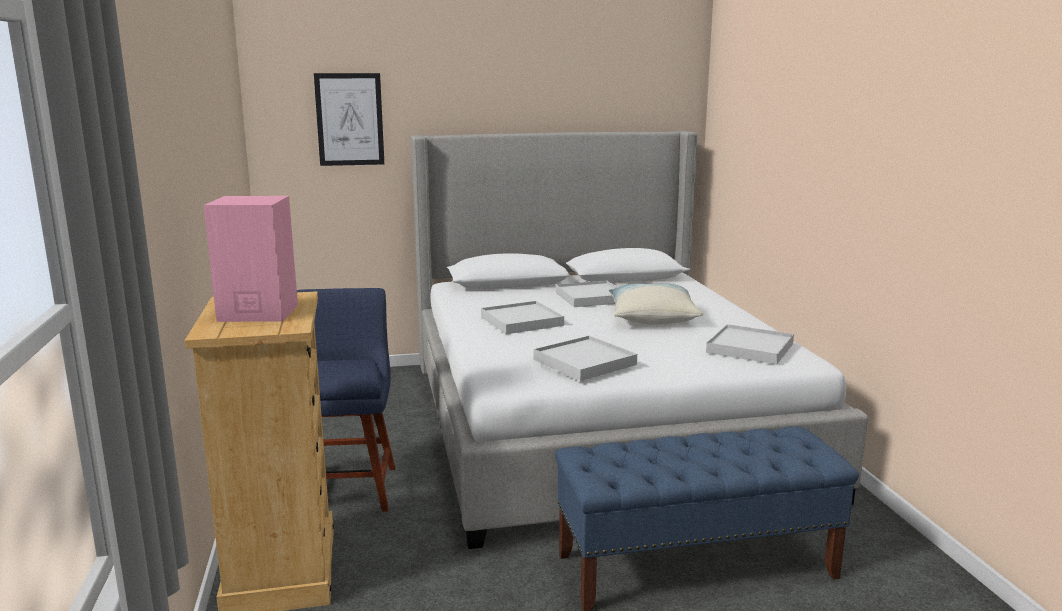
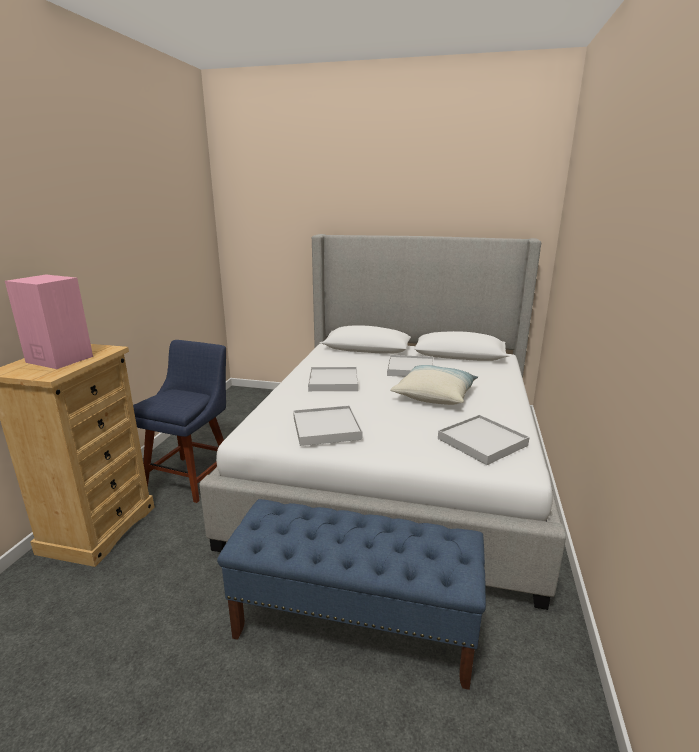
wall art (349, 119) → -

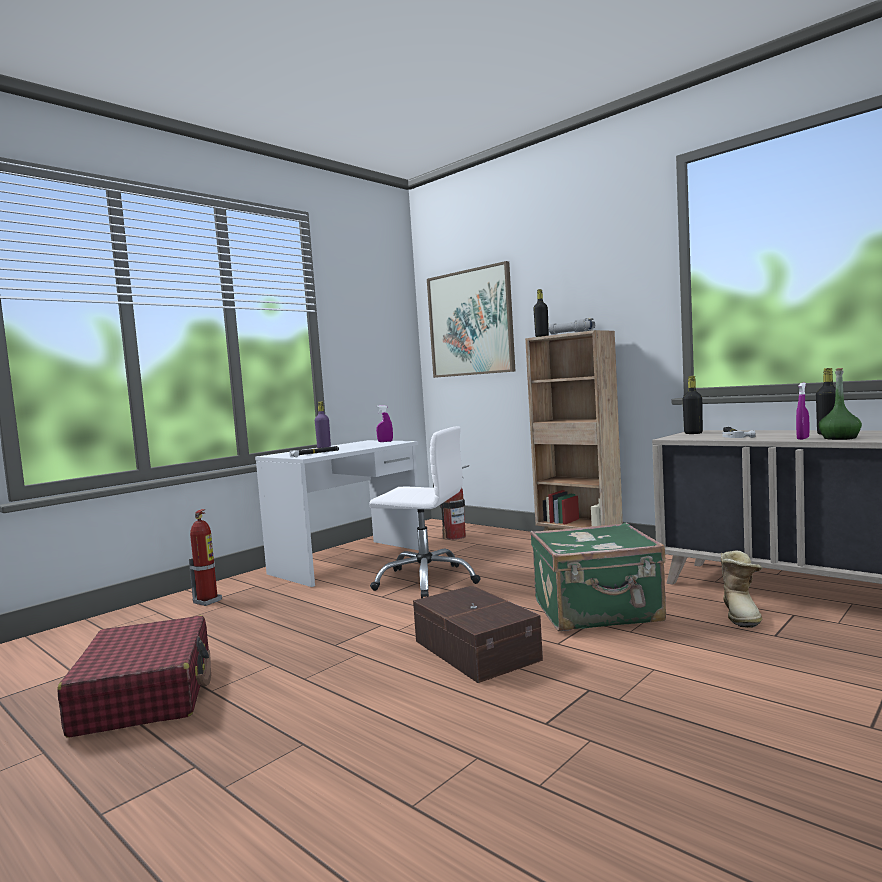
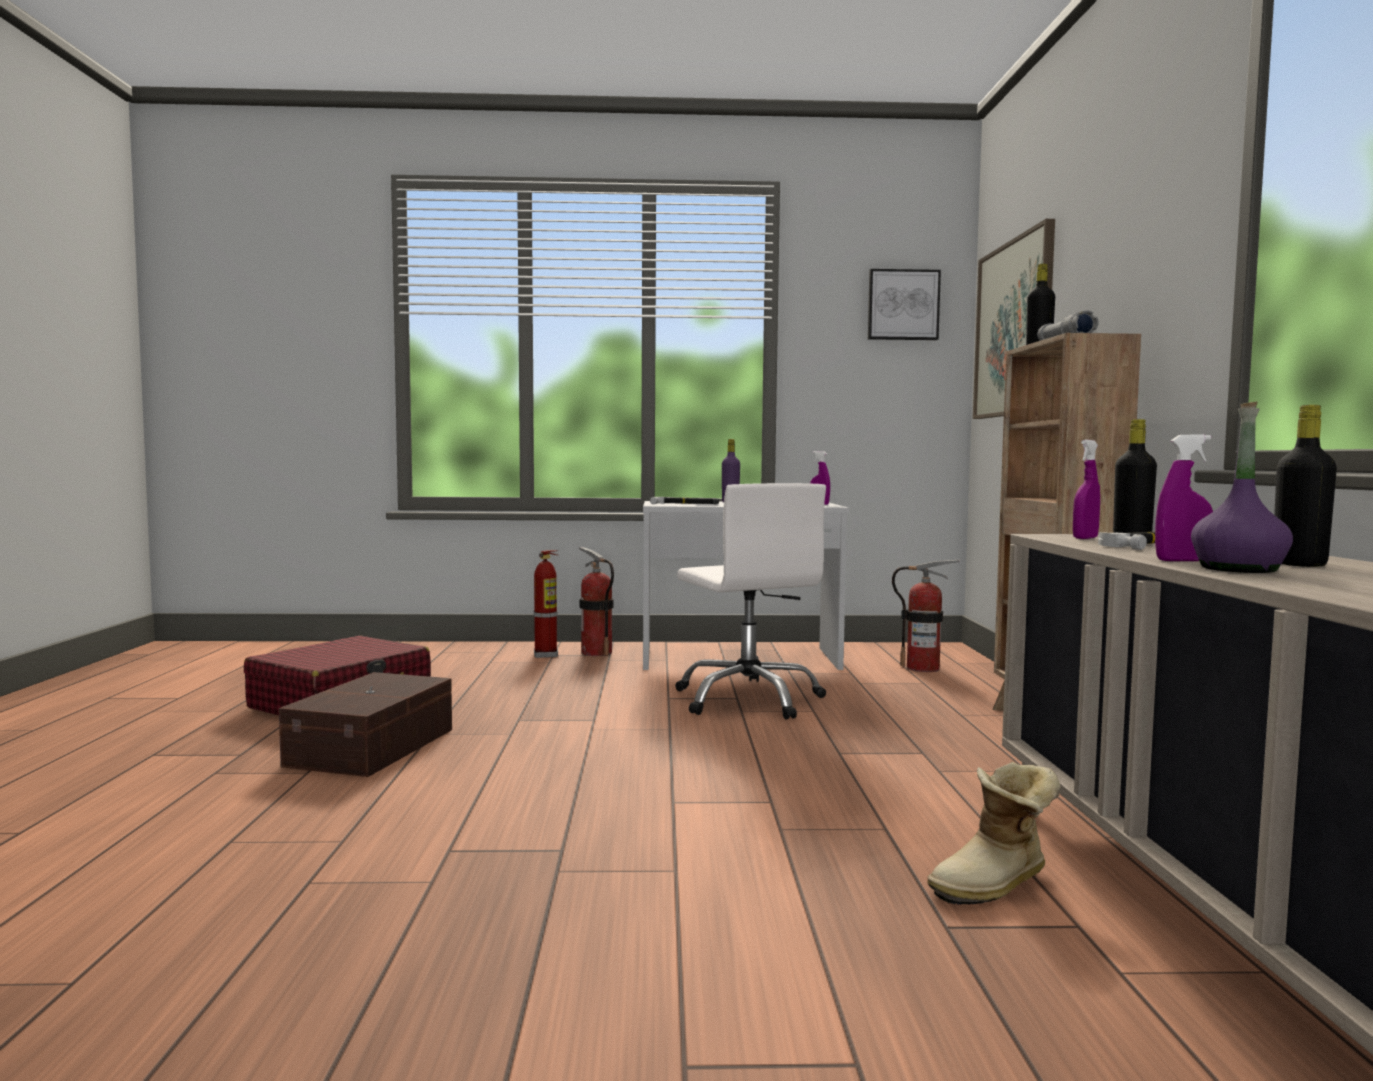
beverage bottle in green (840, 438) → beverage bottle in purple (1238, 569)
suitcase in green (598, 612) → -
storage box in brownish (477, 649) → storage box in brownish (375, 747), moved
- → wall art (903, 305)
- → hand sprayer in purple (1085, 538)
- → extinguisher (596, 652)

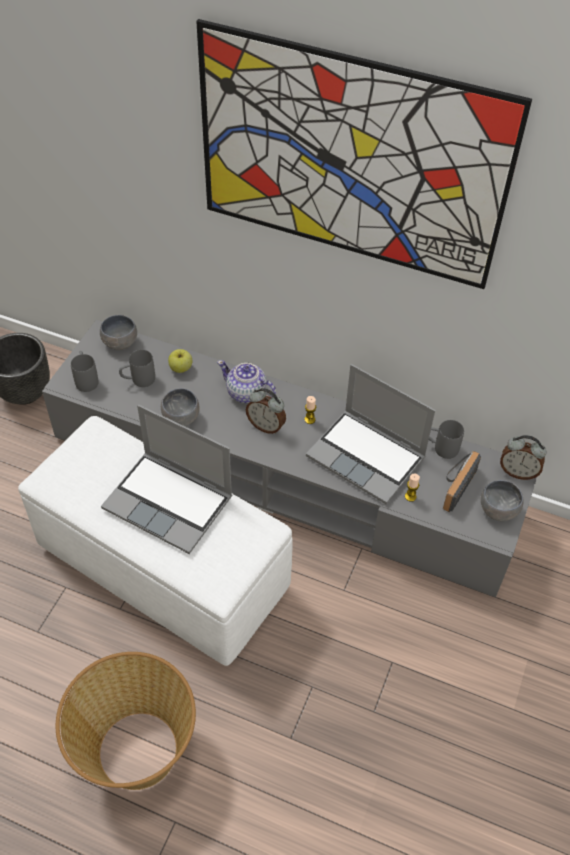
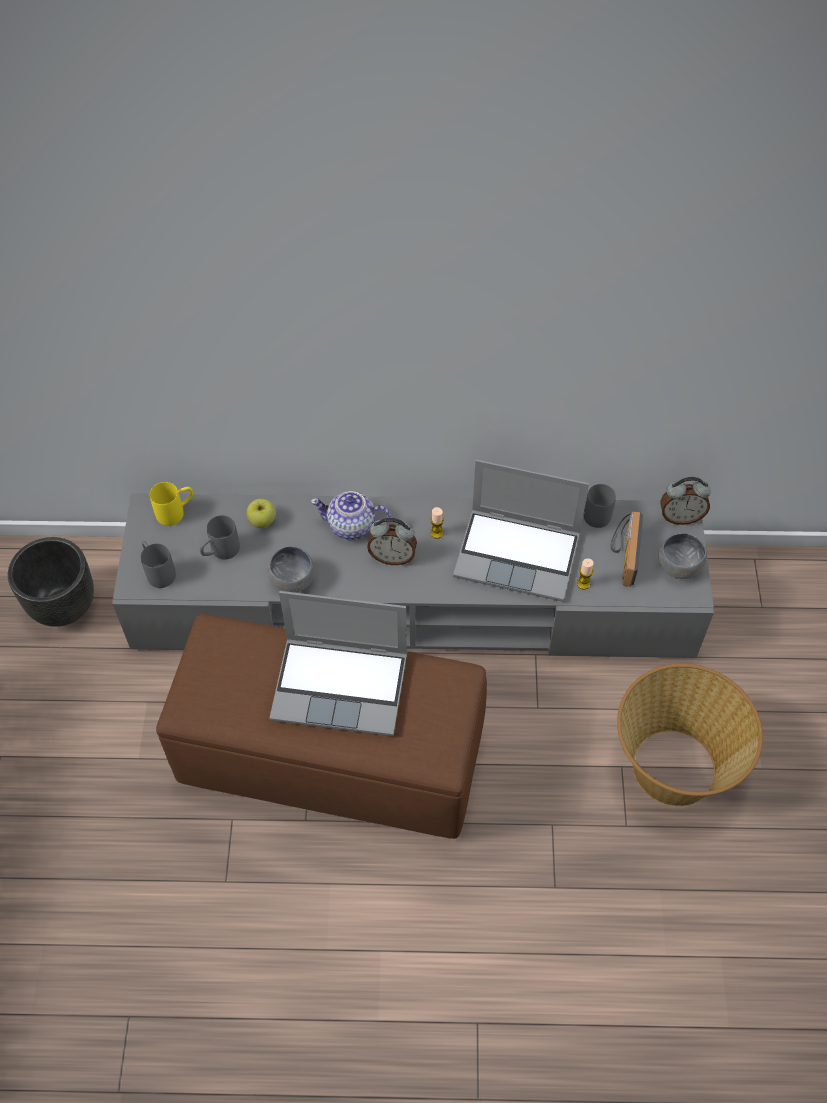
wall art (349, 160) → -
bowl in grey (121, 342) → mug in yellow (176, 512)
ottoman in whitish (164, 569) → ottoman in brownish (334, 757)
basket (136, 750) → basket (672, 768), moved

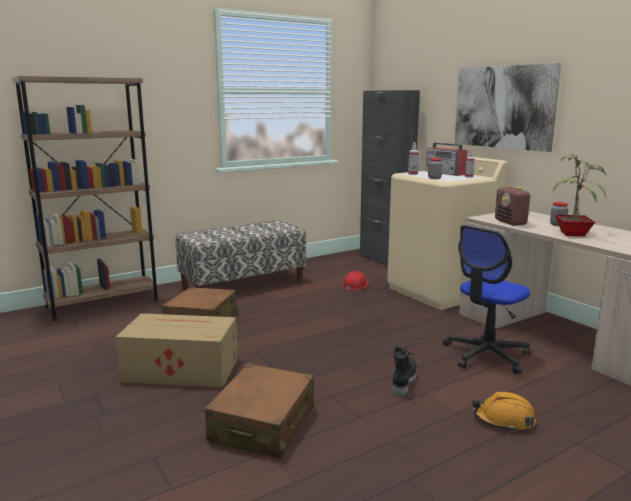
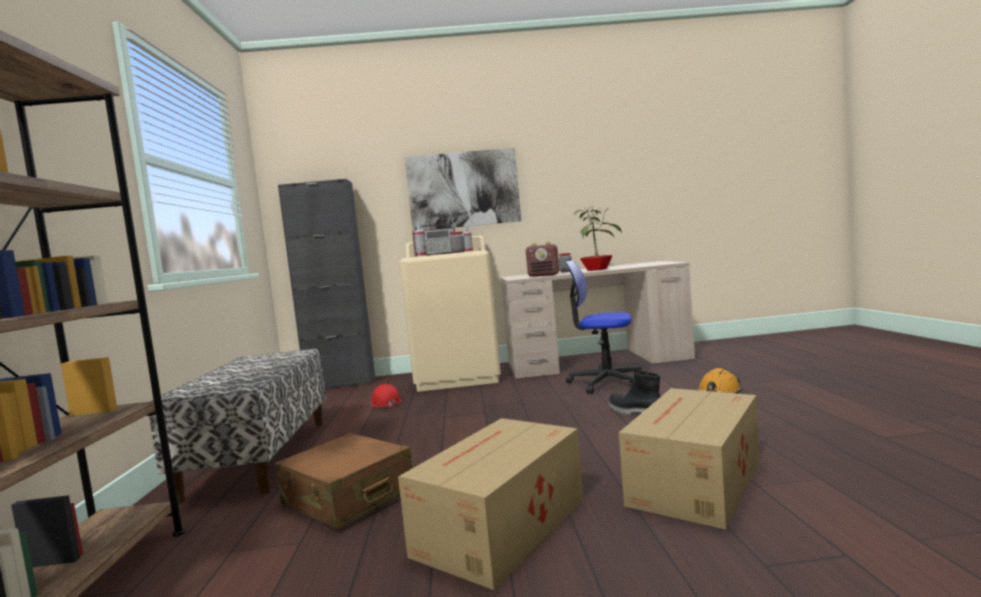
desk chair (486, 355) → desk chair (605, 382), 120 degrees clockwise
suitcase in brownish (263, 424) → packing box (694, 482)

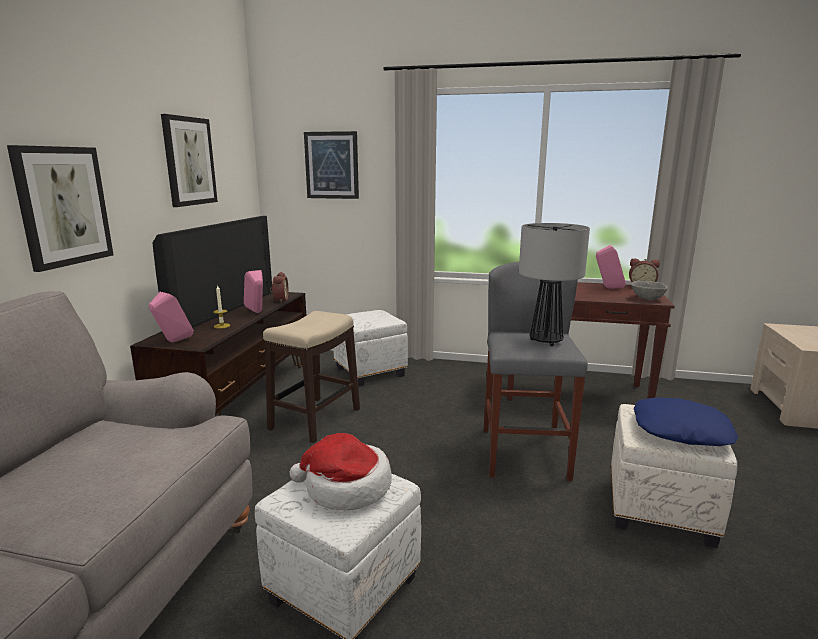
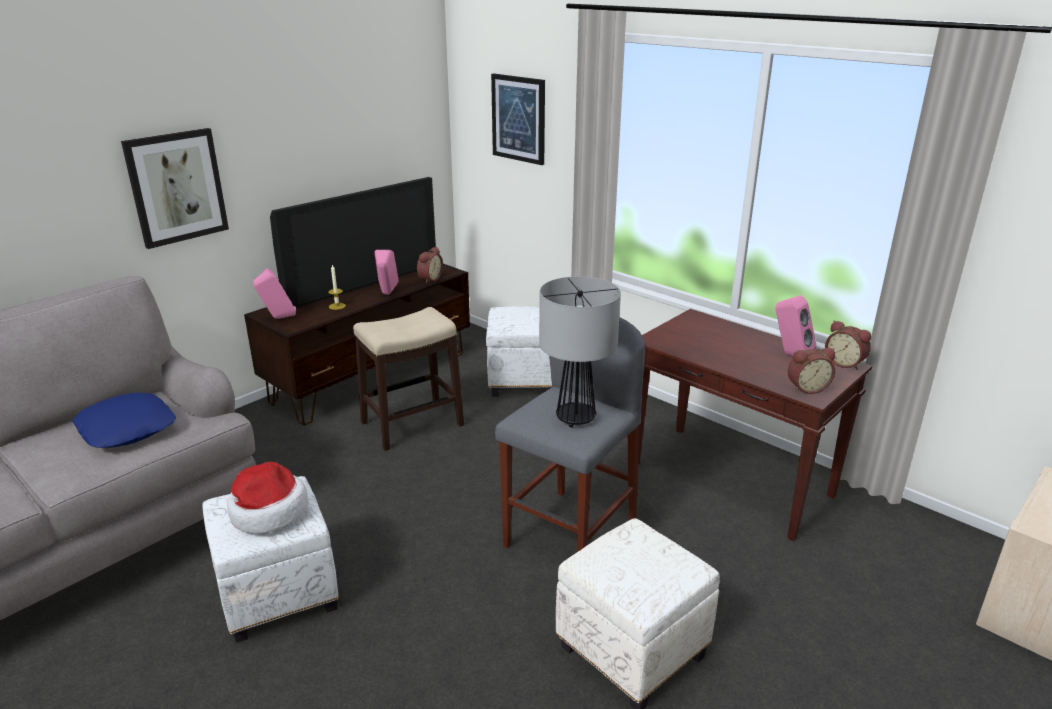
wall art (189, 161) → -
bowl in grey (647, 299) → table clock (806, 388)
pillow in blue-coloured (681, 430) → pillow in blue-coloured (128, 429), moved

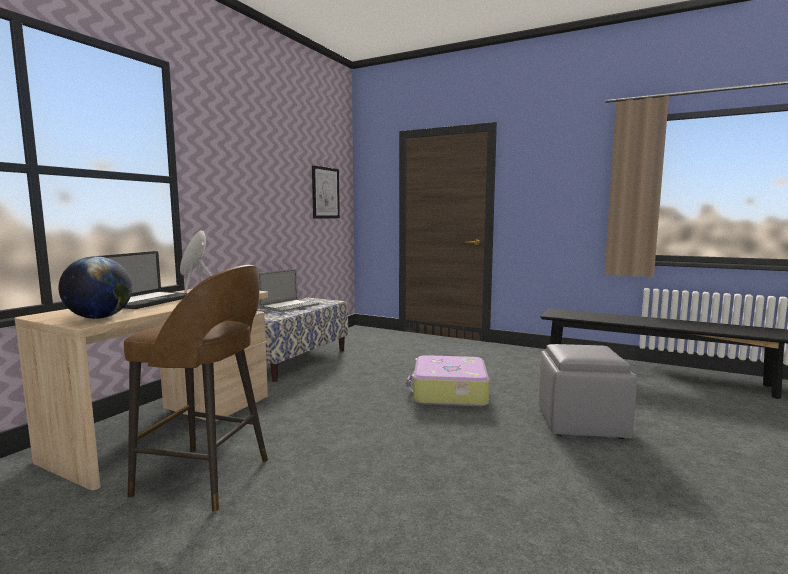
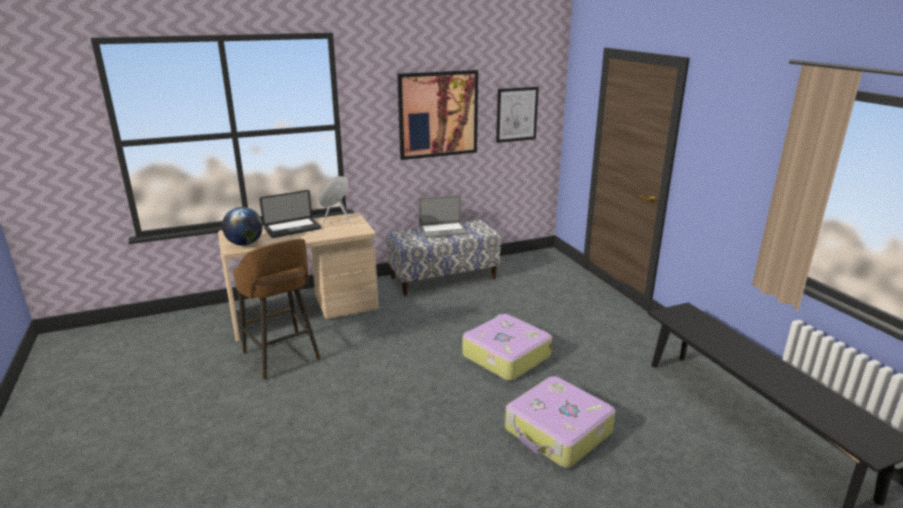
ottoman in grey (581, 422) → suitcase (558, 432)
- → wall art (438, 114)

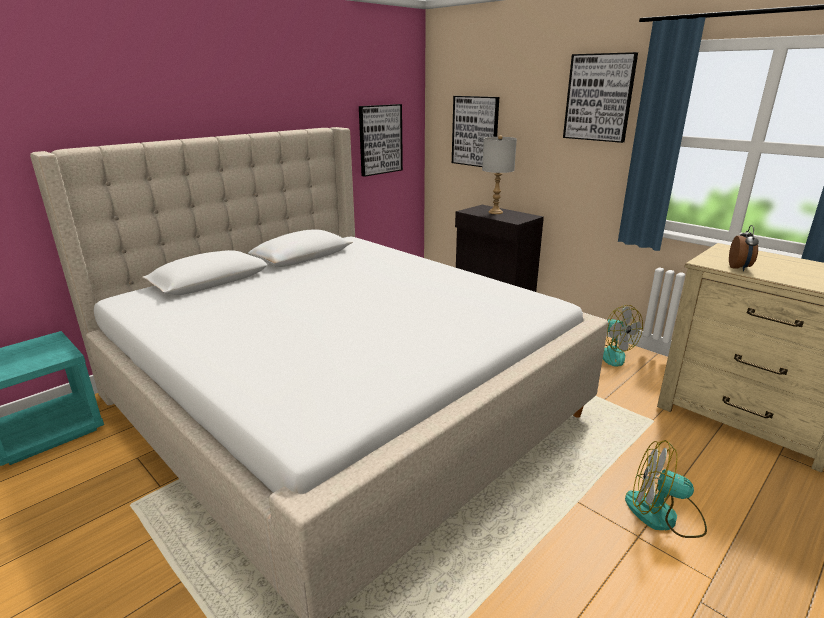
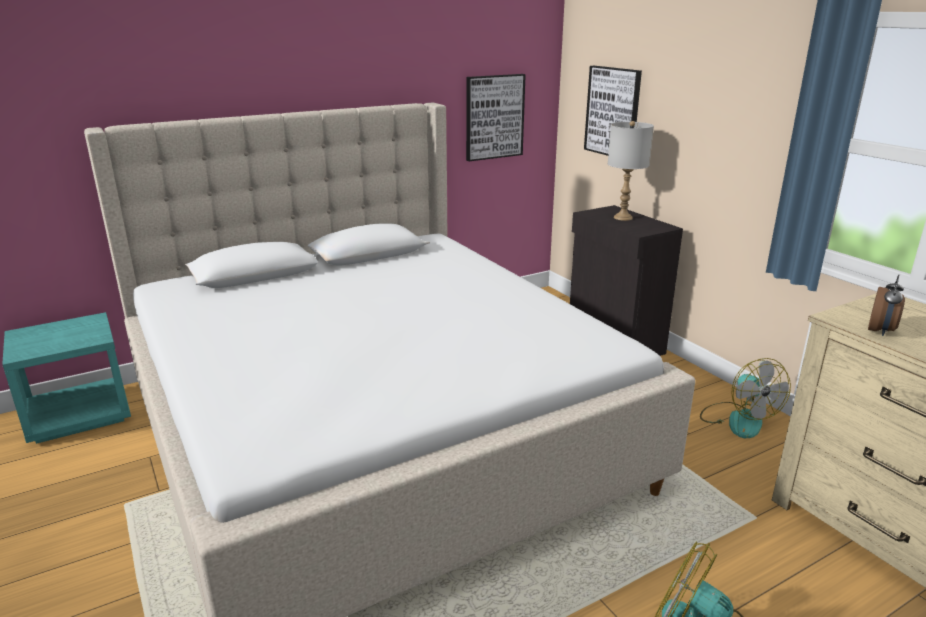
wall art (599, 97) → -

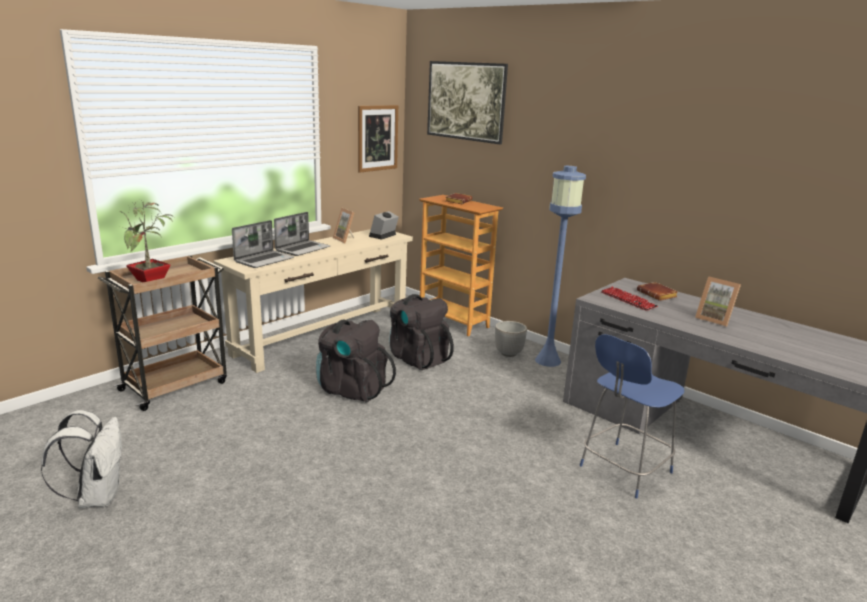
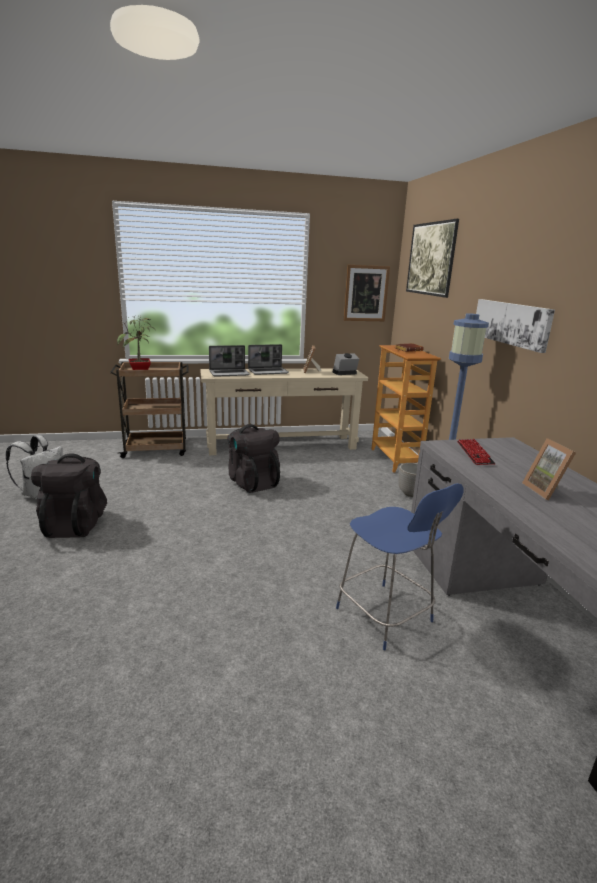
book in brownish (658, 295) → -
knapsack in blackish (417, 358) → knapsack in blackish (75, 524), moved
upright chair in blue-coloured (623, 470) → upright chair in blue-coloured (386, 617), 120 degrees counterclockwise
- → wall art (511, 323)

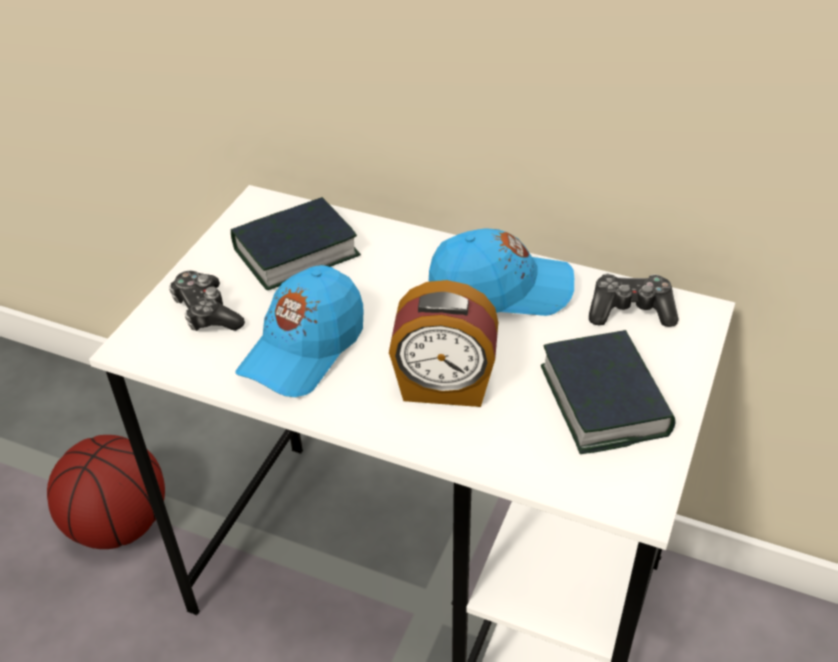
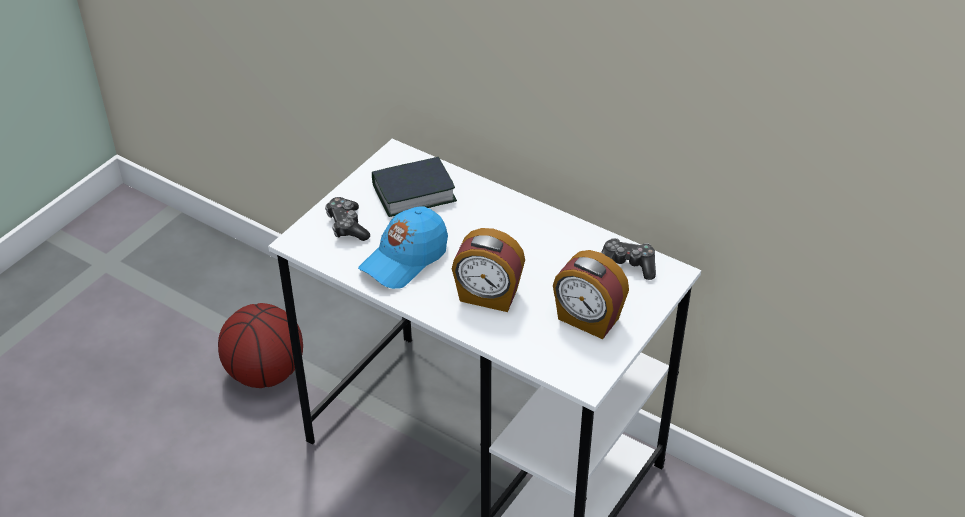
baseball cap in blue-coloured (500, 292) → -
book (604, 400) → table clock (587, 320)

